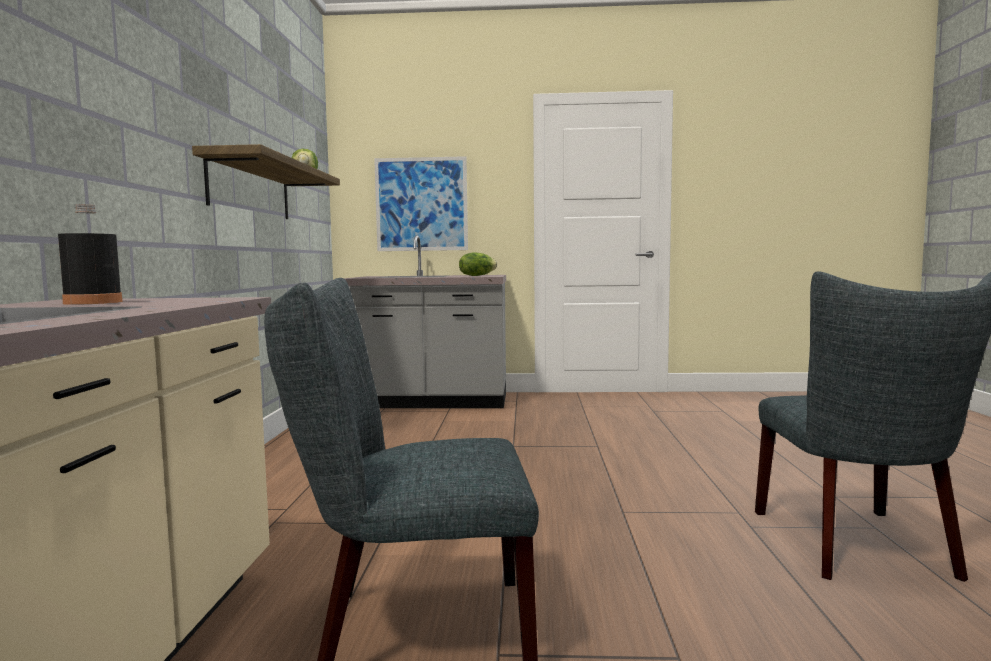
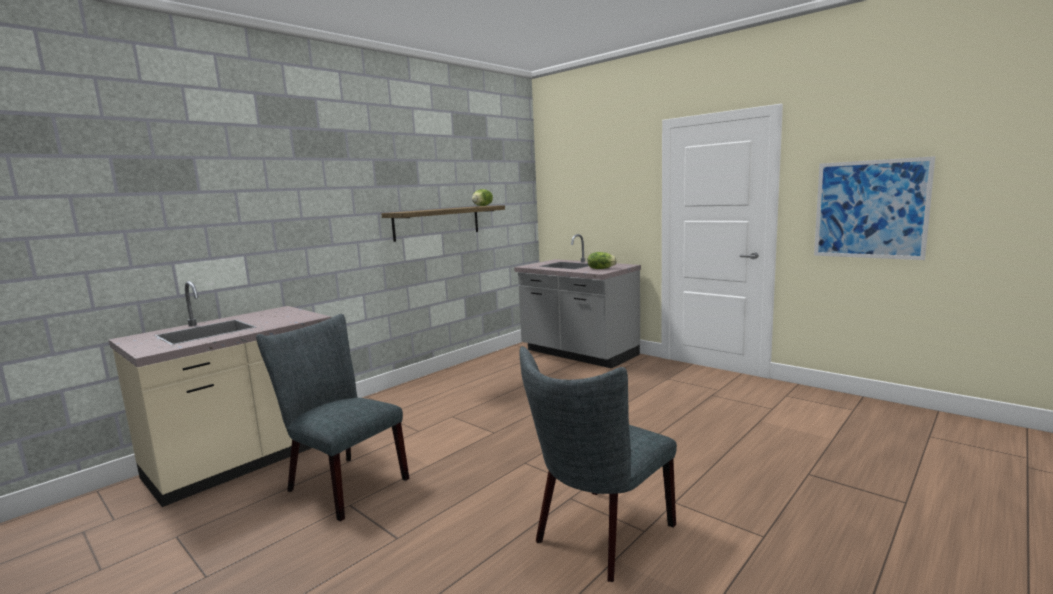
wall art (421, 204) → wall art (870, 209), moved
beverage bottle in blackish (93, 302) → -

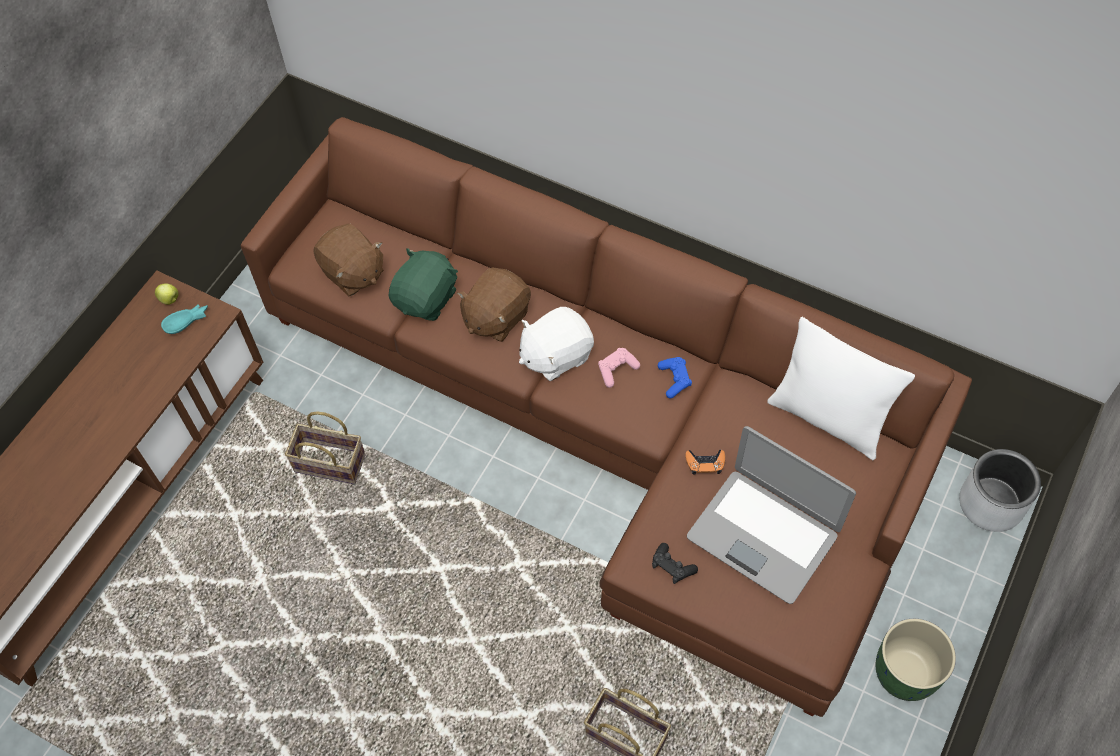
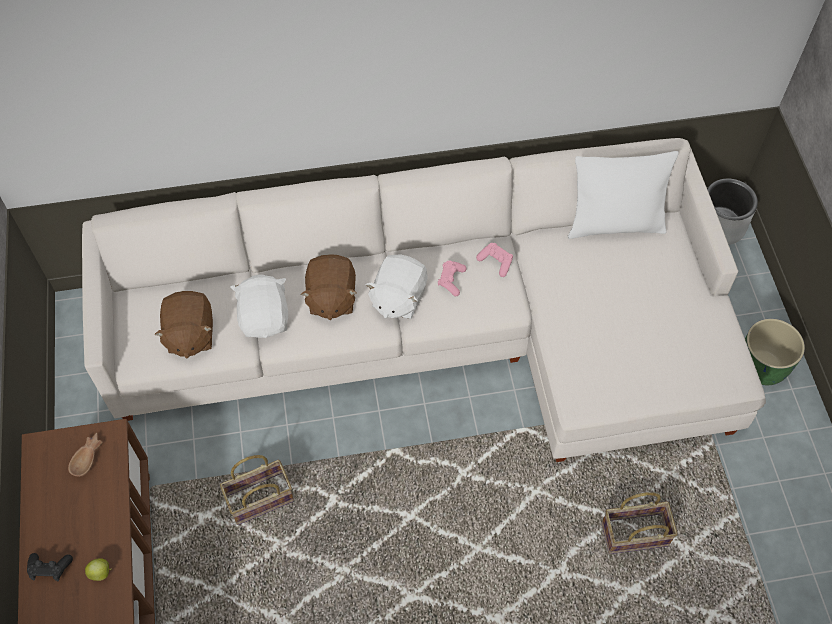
sofa in brownish (614, 424) → sofa in whitish (445, 330)
soft toy in brownish (353, 273) → soft toy in brownish (189, 335), 75 degrees clockwise
soft toy in green (427, 299) → soft toy in whitish (265, 318)
apple (170, 300) → apple (101, 572), moved
bowl in blue-green (187, 322) → bowl in brownish (88, 457)
joypad in blue-coloured (674, 380) → joypad in pink-coloured (496, 262)
laptop (763, 535) → -
joypad in orangey (705, 463) → -
joypad in blackish (672, 567) → joypad in blackish (50, 569), moved

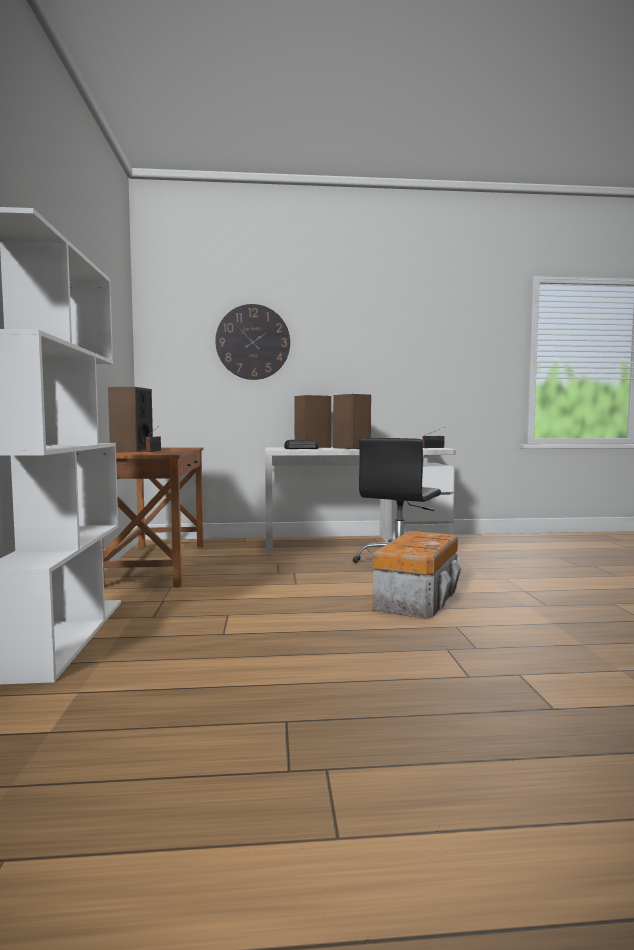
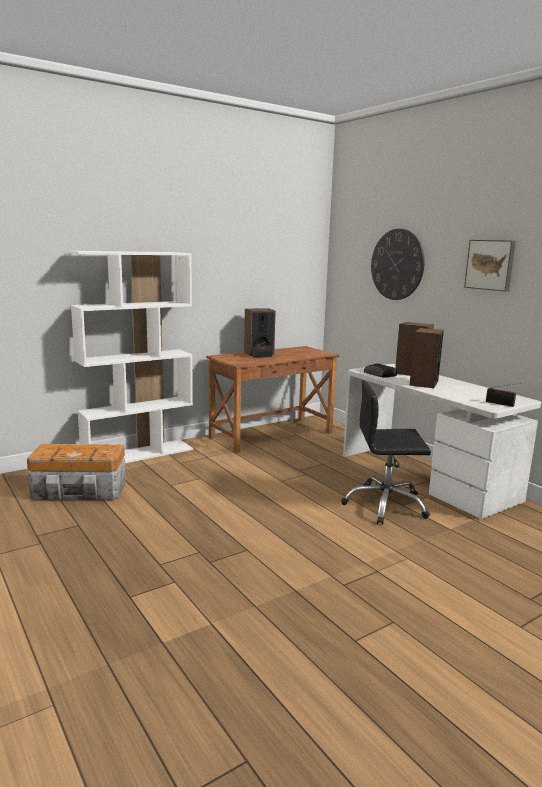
storage box (418, 597) → storage box (80, 491), moved
- → wall art (490, 265)

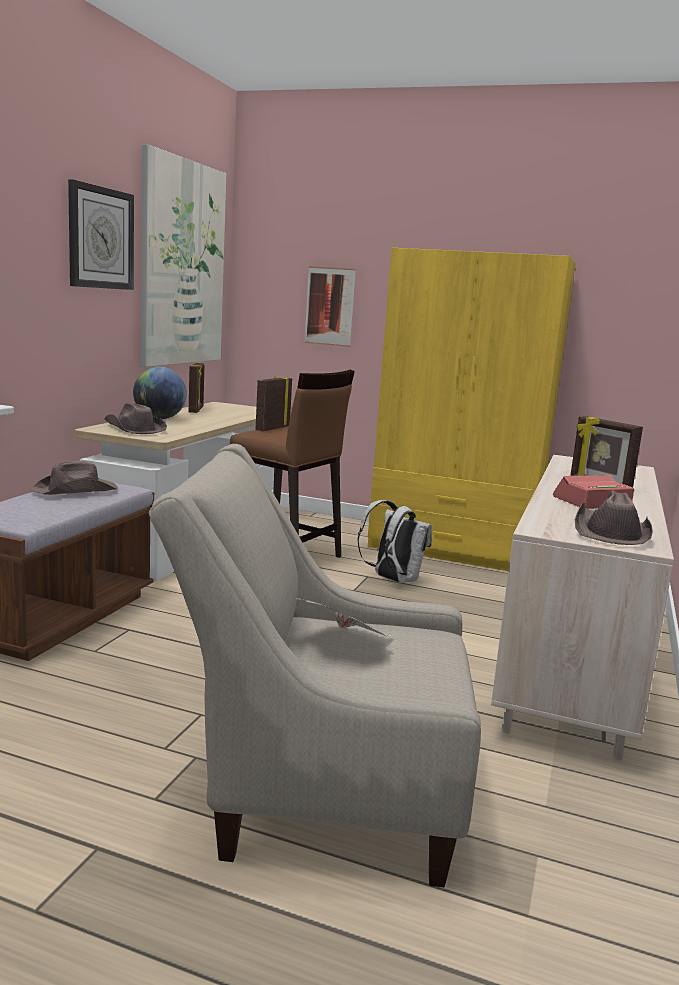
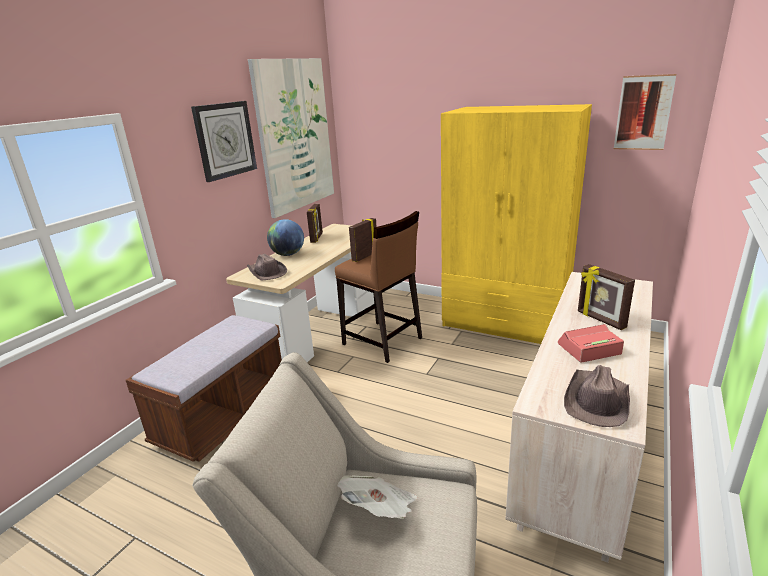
wall art (329, 306) → wall art (643, 113), moved
wearable hat in brownish (75, 490) → -
knapsack in whitish (392, 579) → -

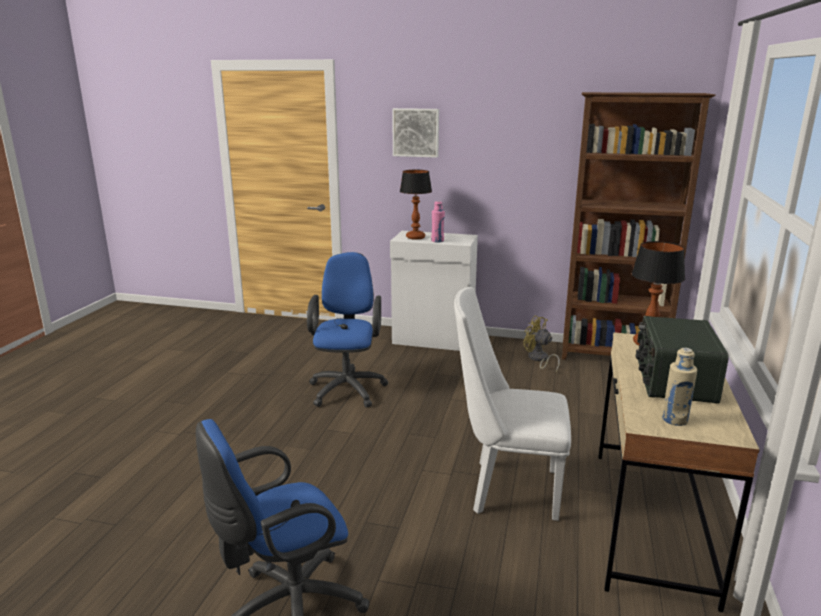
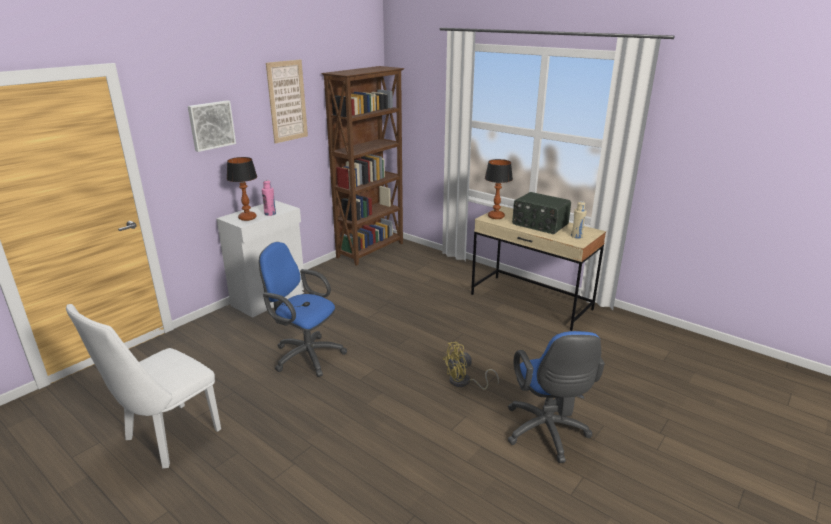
upright chair in whitish (506, 489) → upright chair in whitish (166, 439), moved
cooling fan in yellow (539, 359) → cooling fan in yellow (464, 382), moved
- → wall art (287, 101)

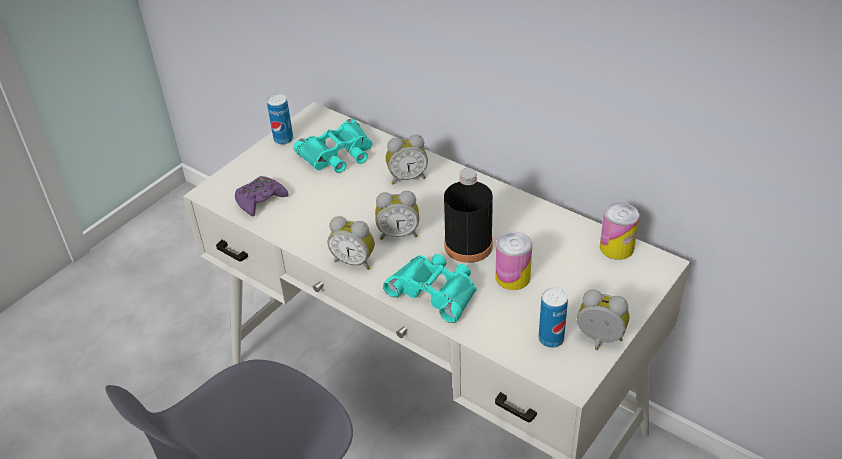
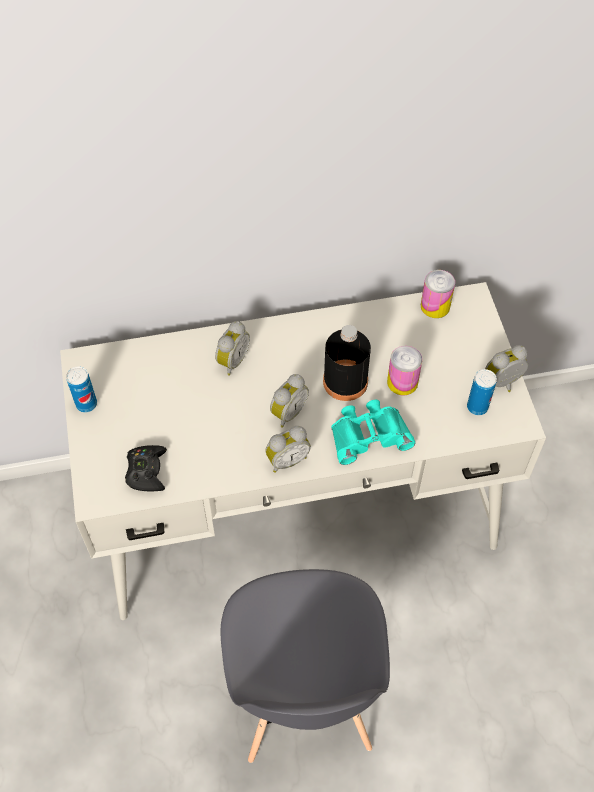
field glasses in blue-green (338, 154) → -
joypad in purple (260, 200) → joypad in blackish (147, 471)

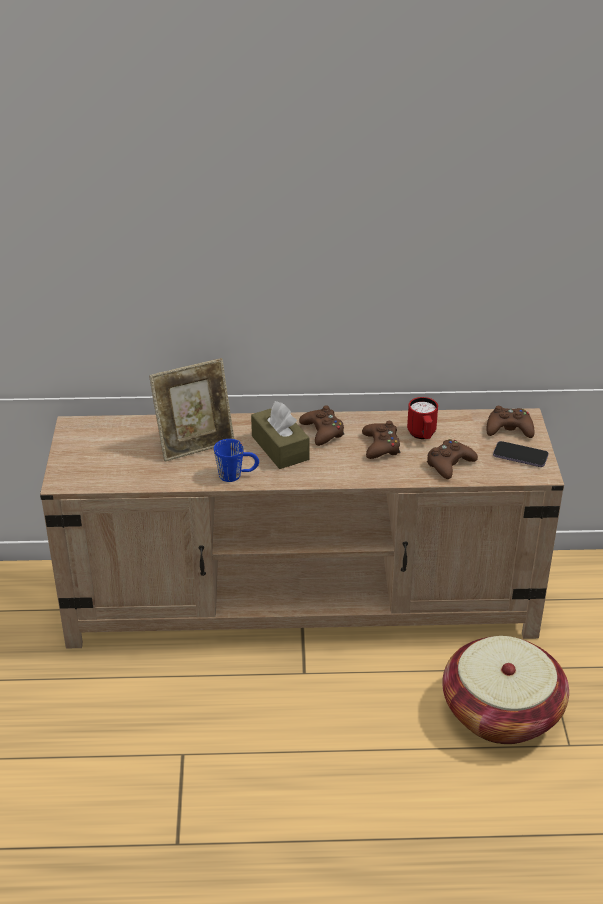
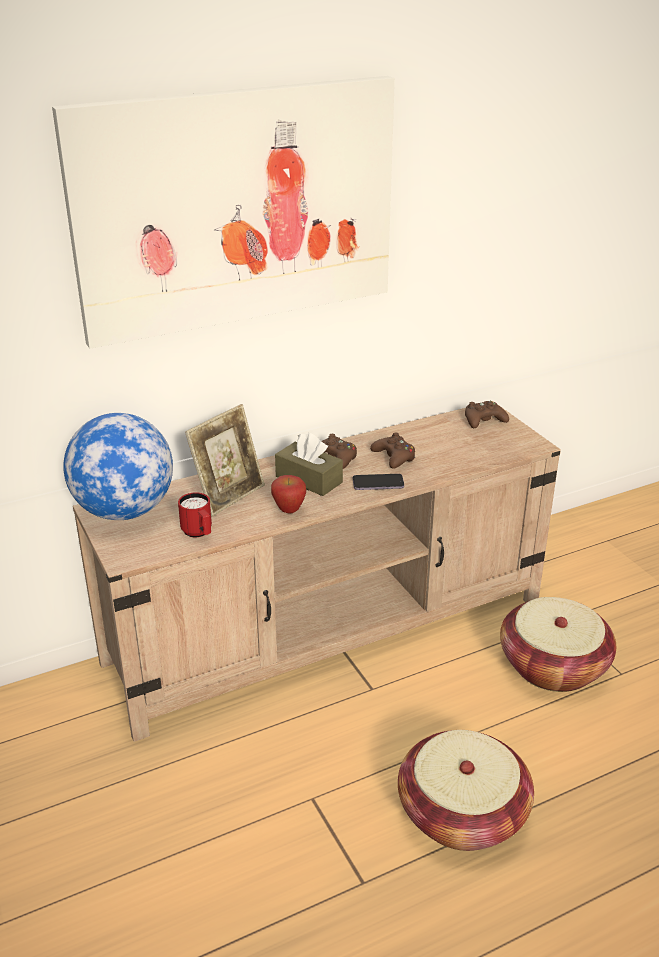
mug in red (422, 435) → mug in red (199, 533), moved
mug in blue-coloured (237, 475) → apple (289, 510)
joypad in brownish (449, 464) → -
phone (520, 456) → phone (378, 484), moved
- → wall art (237, 208)
- → world globe (125, 511)
- → basket (462, 813)

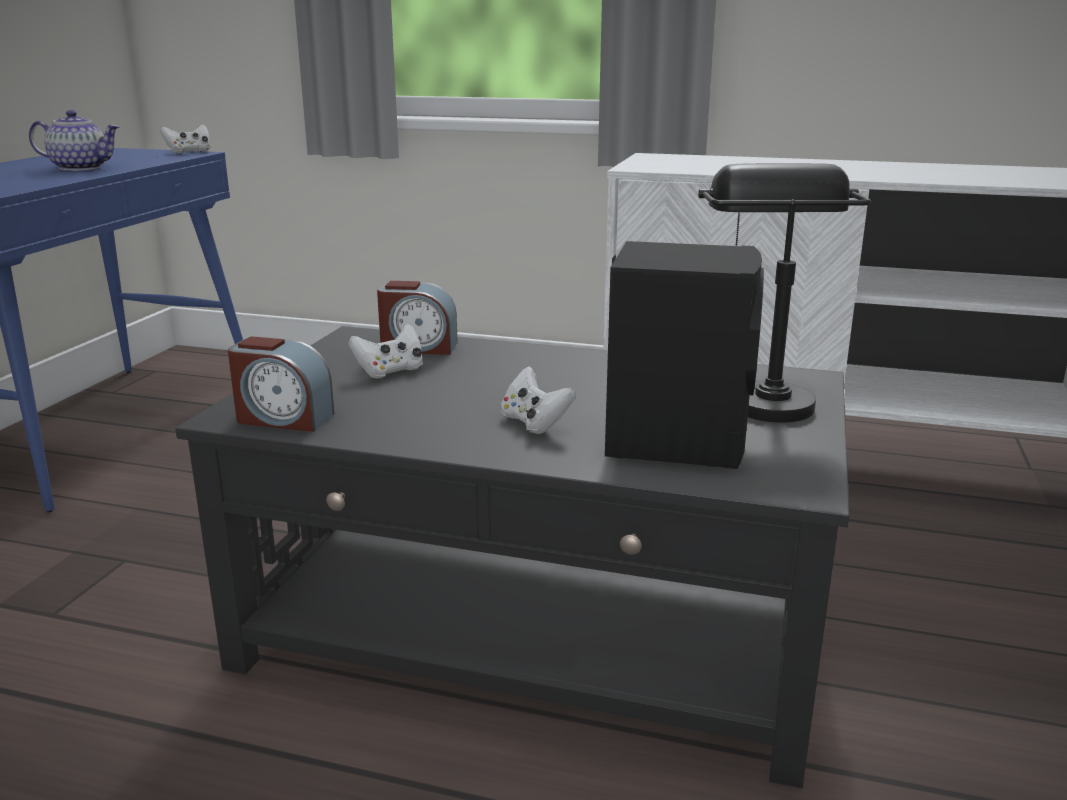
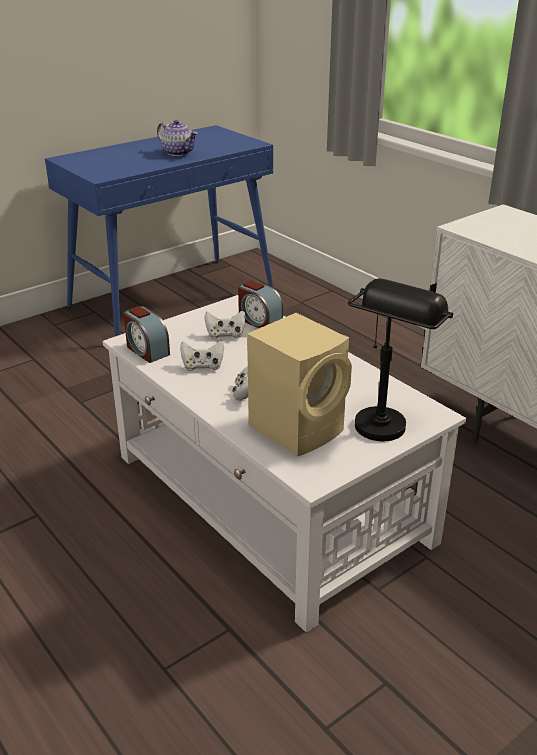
joypad in whitish (189, 152) → joypad in whitish (202, 366), moved
audio speaker in blackish (677, 438) → audio speaker in sand-coloured (299, 428)
low table in blackish (536, 630) → low table in whitish (270, 499)

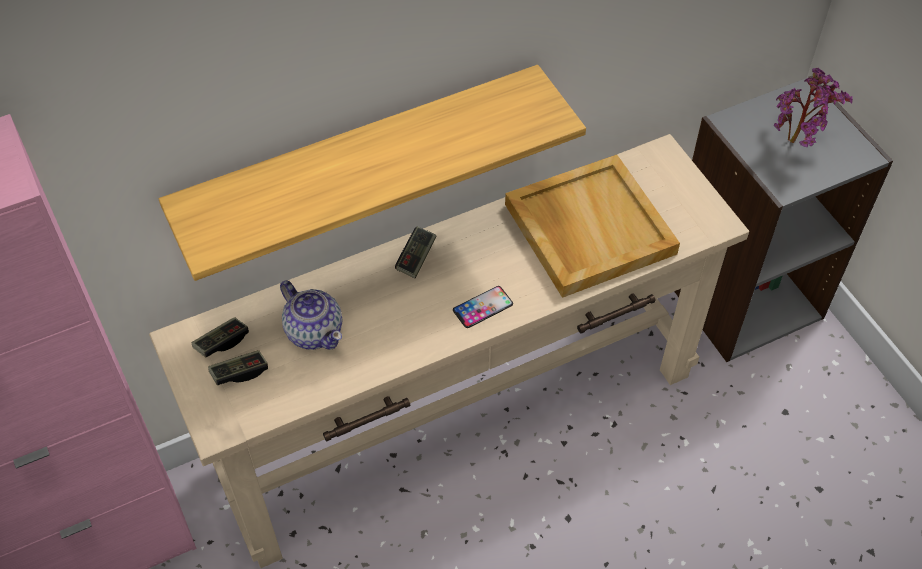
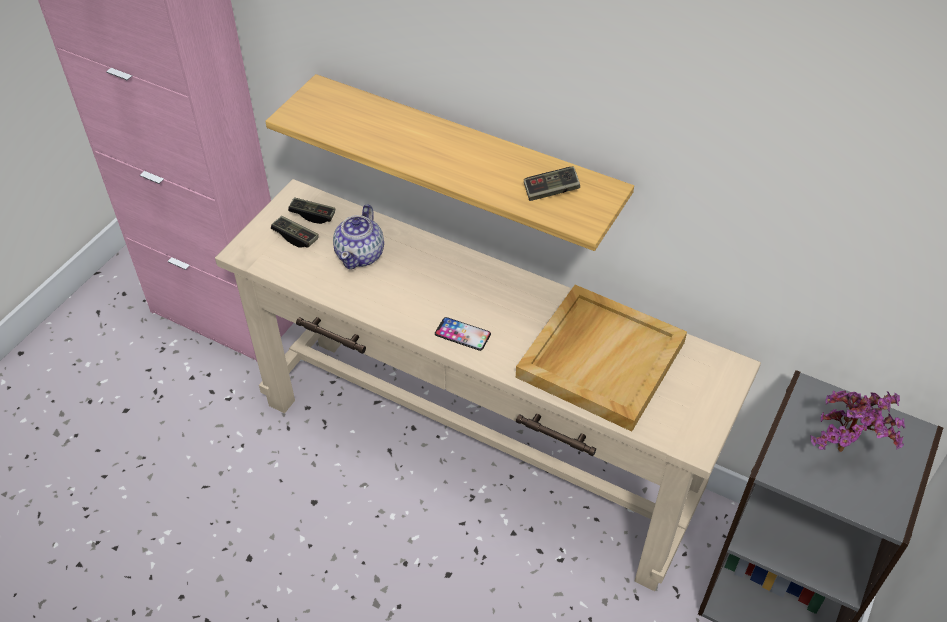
joypad (416, 258) → joypad (551, 191), moved

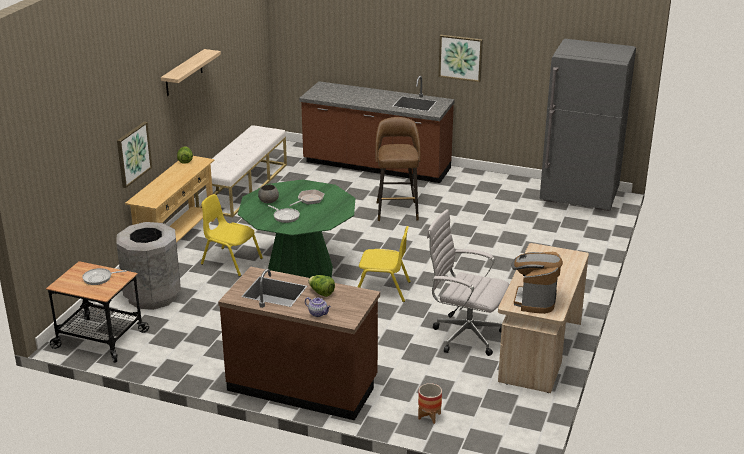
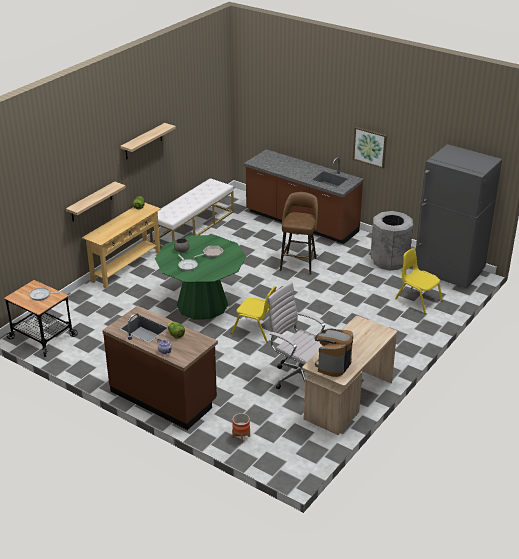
wall art (133, 154) → bracket shelf (91, 202)
upright chair in yellow (231, 261) → upright chair in yellow (418, 300), moved
rubbish bin in grey (153, 296) → rubbish bin in grey (389, 261), moved

